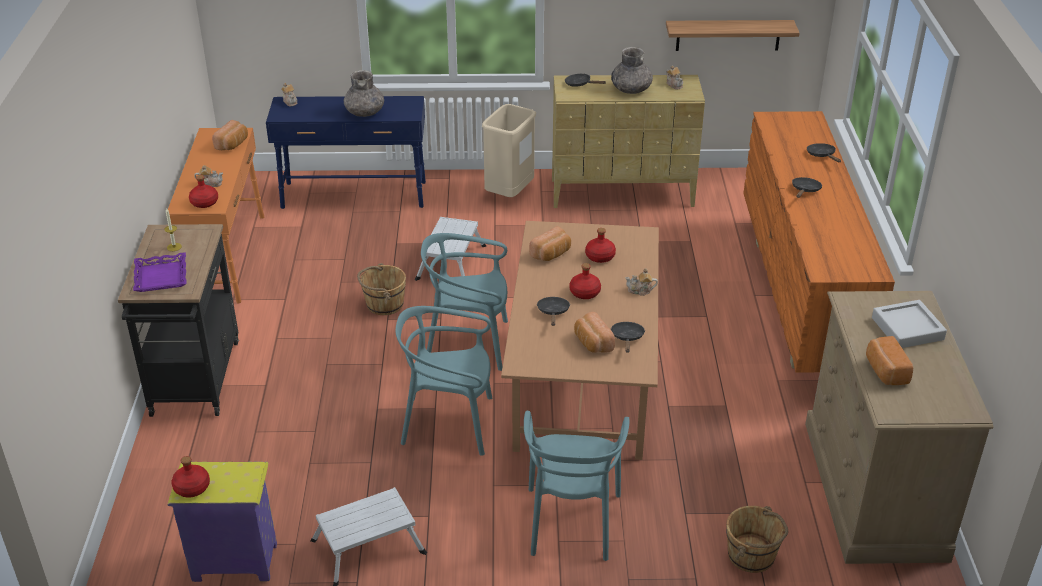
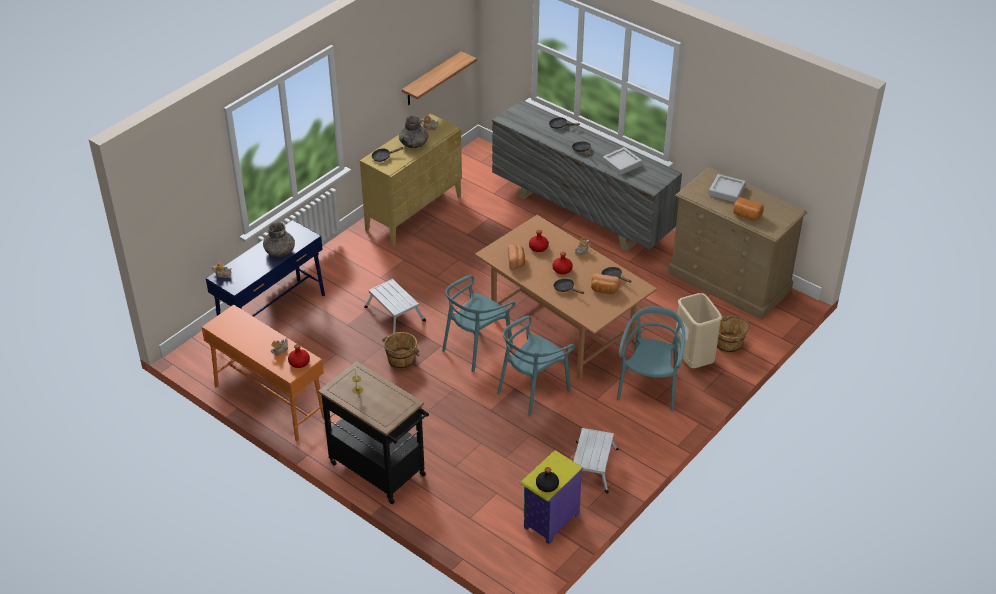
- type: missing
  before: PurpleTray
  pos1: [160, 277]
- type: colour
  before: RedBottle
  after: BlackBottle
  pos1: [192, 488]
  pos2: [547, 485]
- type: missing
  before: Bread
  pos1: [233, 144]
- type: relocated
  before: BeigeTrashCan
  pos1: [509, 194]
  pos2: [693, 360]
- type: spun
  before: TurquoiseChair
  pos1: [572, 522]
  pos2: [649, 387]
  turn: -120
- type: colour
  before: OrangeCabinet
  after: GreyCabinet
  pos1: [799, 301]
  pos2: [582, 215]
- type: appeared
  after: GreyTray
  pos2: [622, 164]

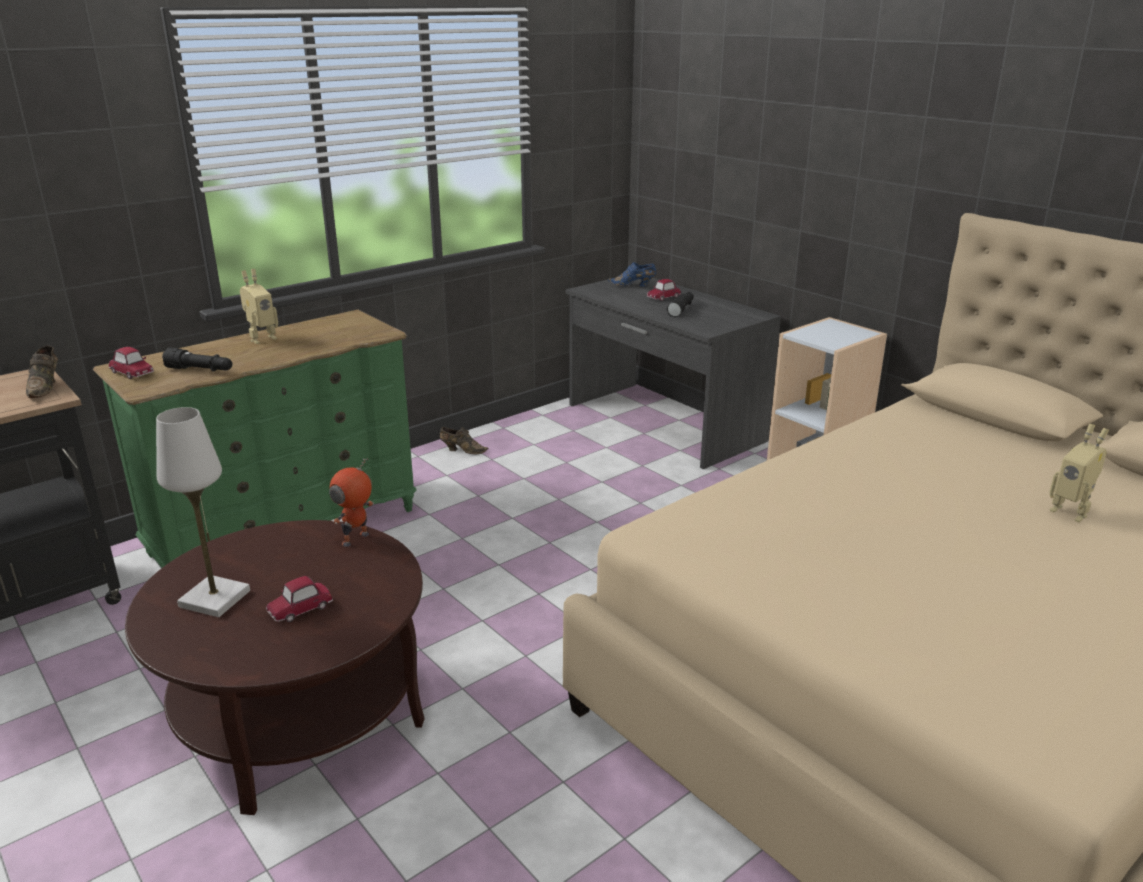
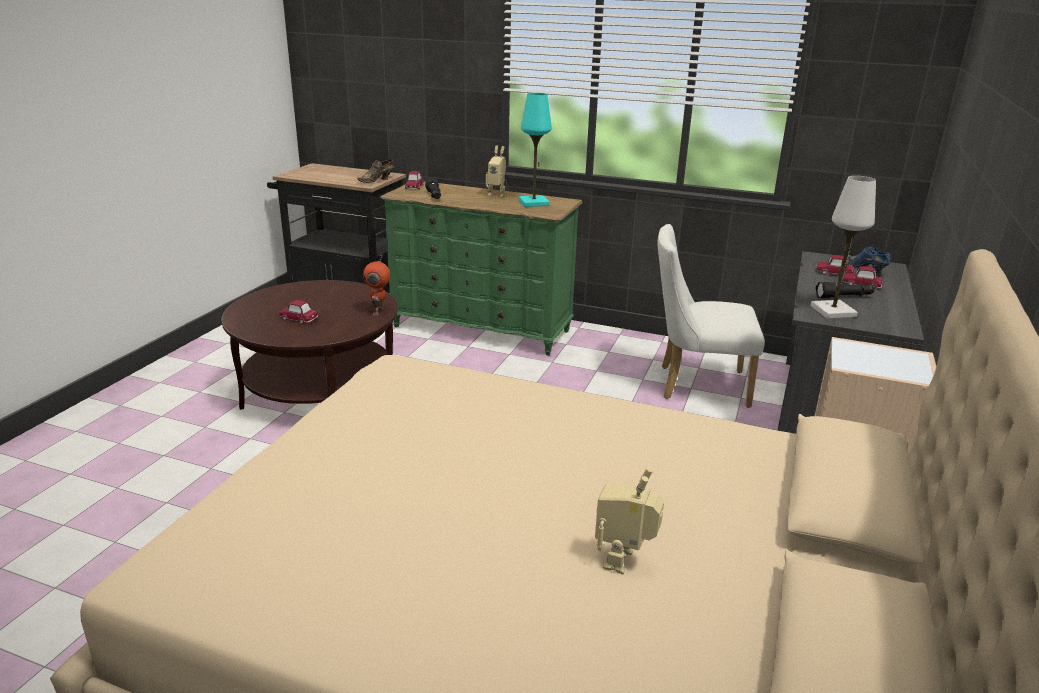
- type: relocated
  before: WhiteTableLamp
  pos1: [215, 599]
  pos2: [833, 311]
- type: spun
  before: ToyRobot
  pos1: [356, 540]
  pos2: [379, 311]
  turn: -90
- type: missing
  before: BrownShoe
  pos1: [462, 450]
- type: appeared
  after: TurquoiseTableLamp
  pos2: [534, 203]
- type: appeared
  after: WhiteChair
  pos2: [695, 385]
- type: appeared
  after: ToyCar
  pos2: [833, 273]

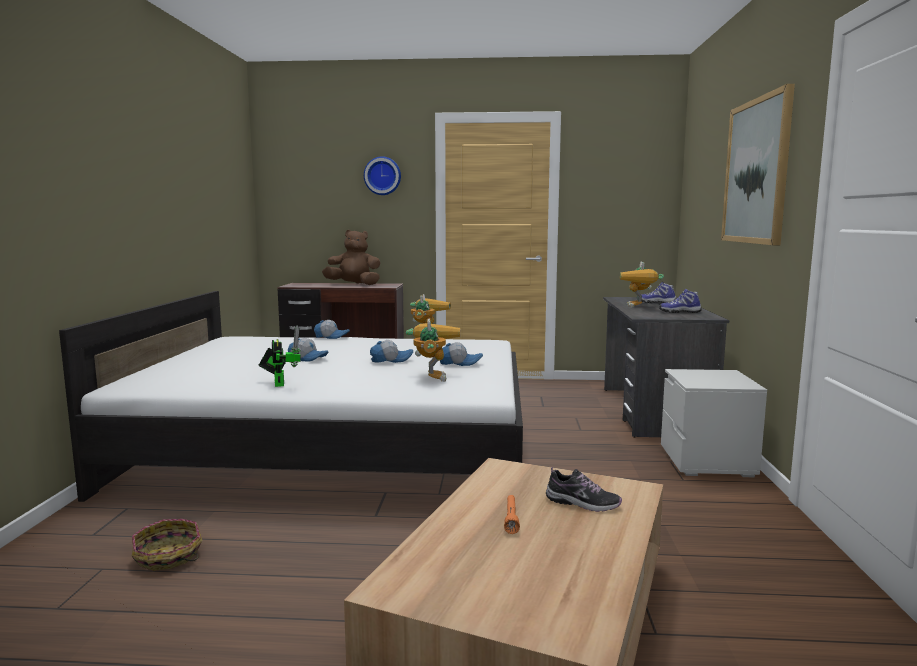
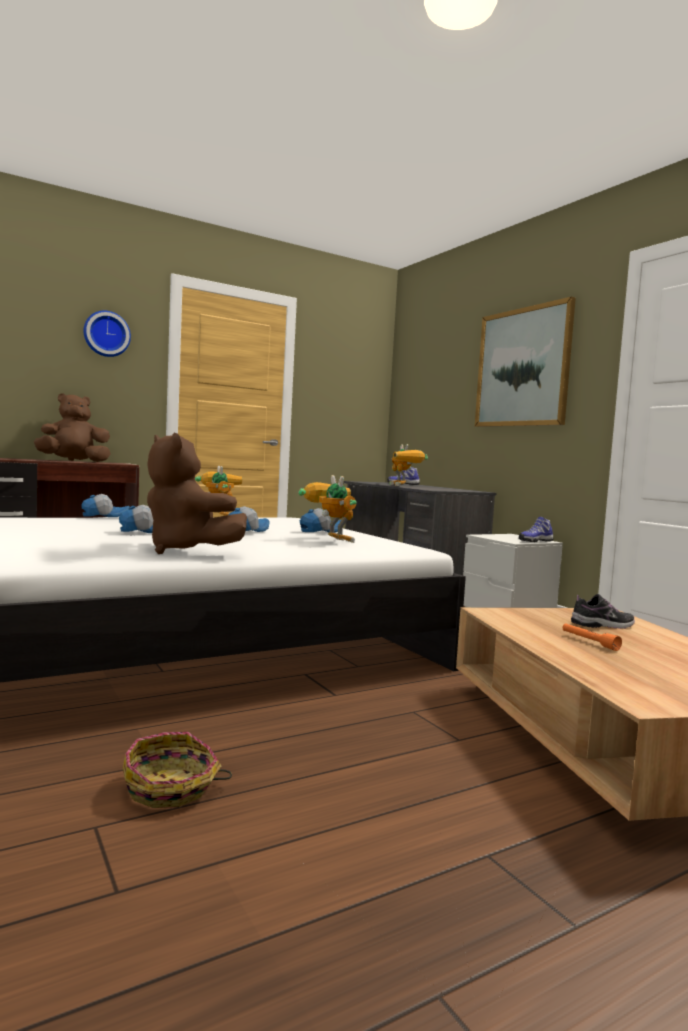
- type: exchanged
  before: ToyRobot
  after: BrownPlushToy
  pos1: [279, 383]
  pos2: [186, 551]
- type: relocated
  before: Shoe
  pos1: [679, 312]
  pos2: [534, 541]

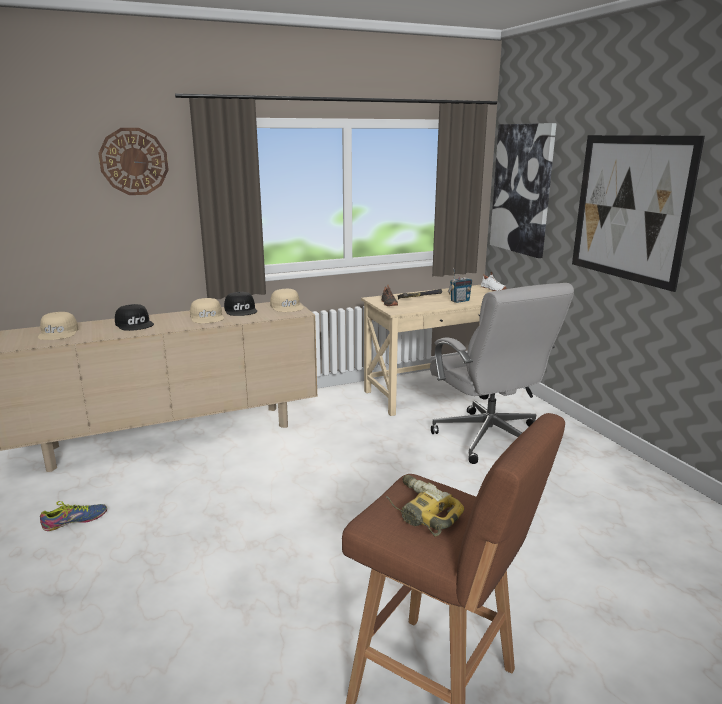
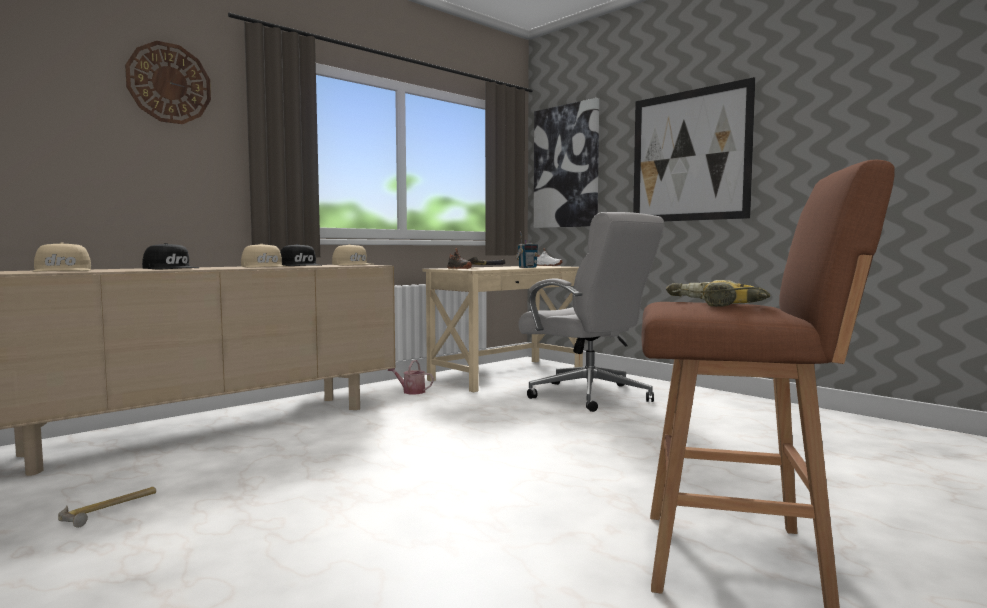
- type: exchanged
  before: Shoe
  after: Hammer
  pos1: [75, 520]
  pos2: [111, 510]
- type: appeared
  after: WateringCan
  pos2: [411, 391]

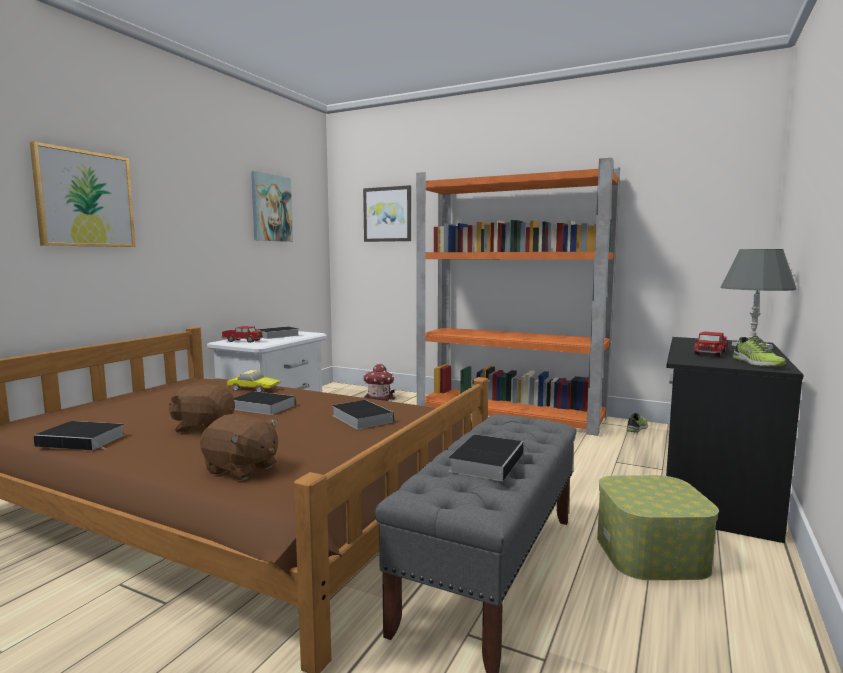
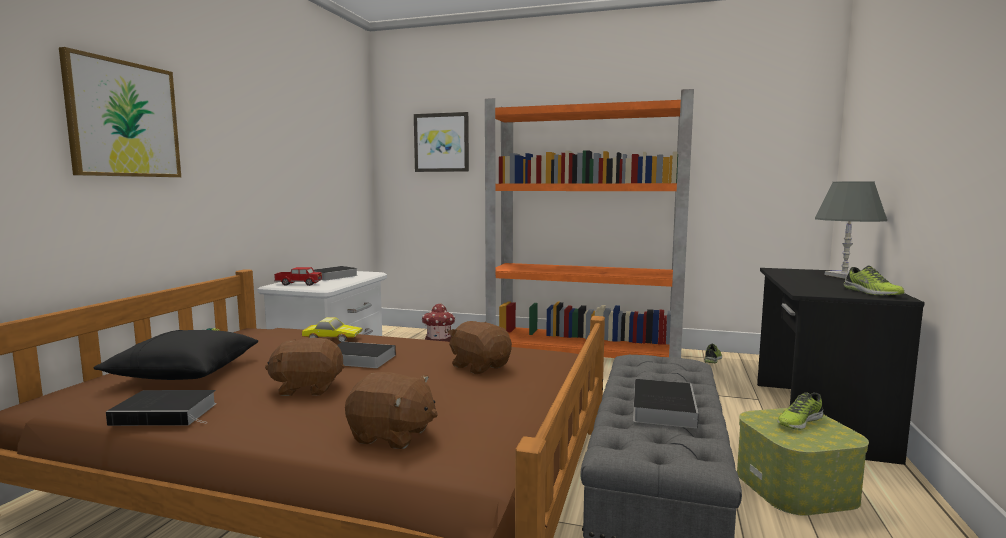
- type: missing
  before: Picture
  pos1: [271, 208]
- type: exchanged
  before: Book
  after: BrownPlushToy
  pos1: [360, 418]
  pos2: [480, 366]
- type: missing
  before: ToyTruck
  pos1: [711, 353]
- type: appeared
  after: BlackPillow
  pos2: [185, 373]
- type: appeared
  after: Shoe
  pos2: [799, 421]

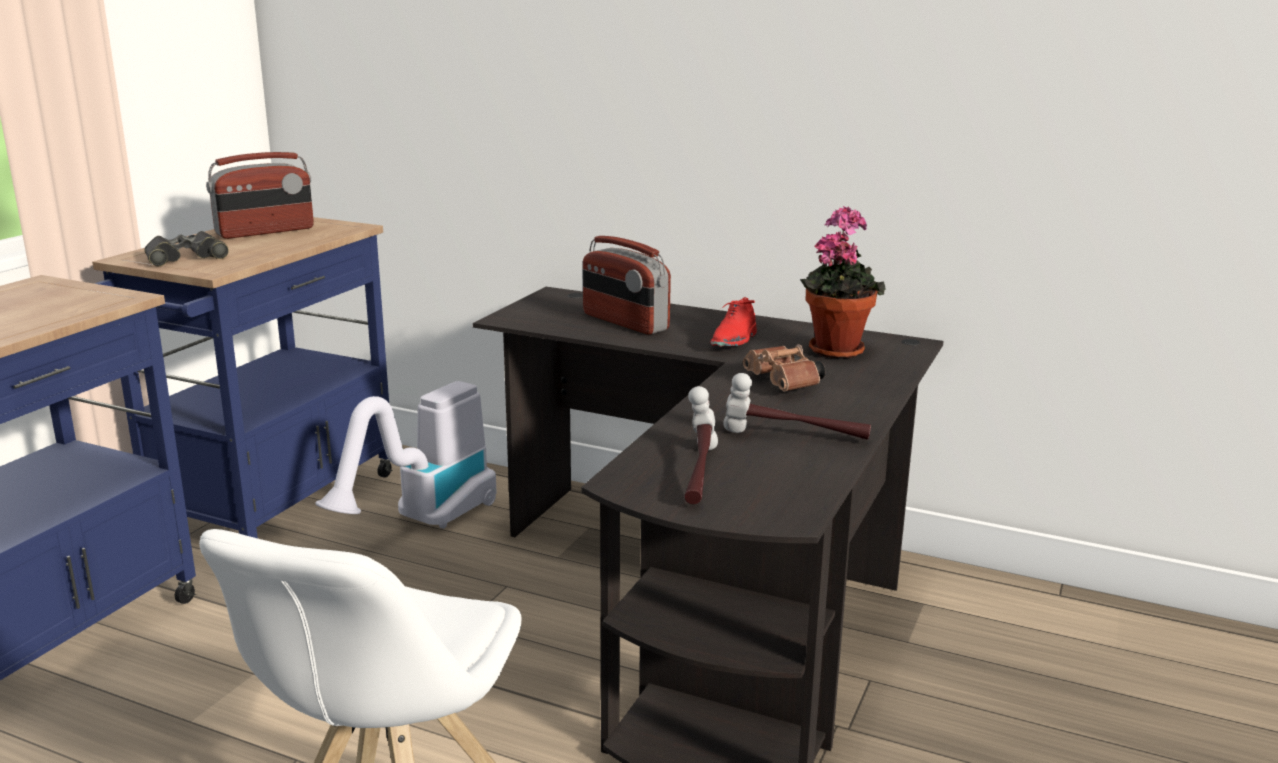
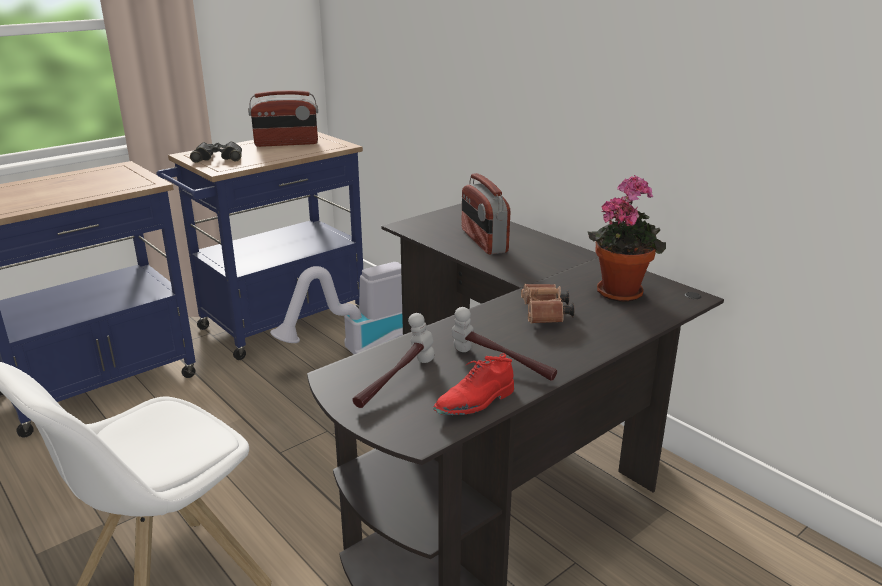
- type: relocated
  before: RedShoe
  pos1: [734, 342]
  pos2: [475, 403]

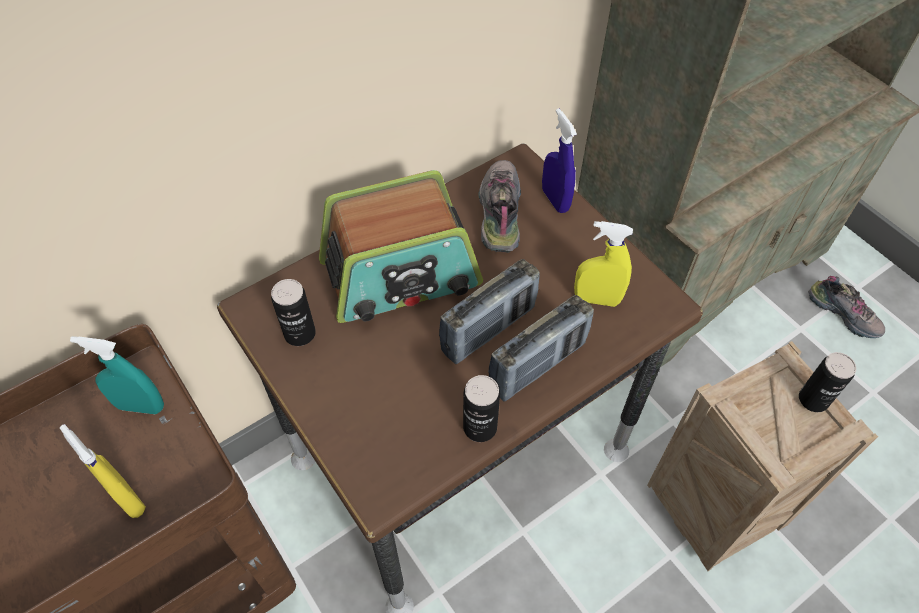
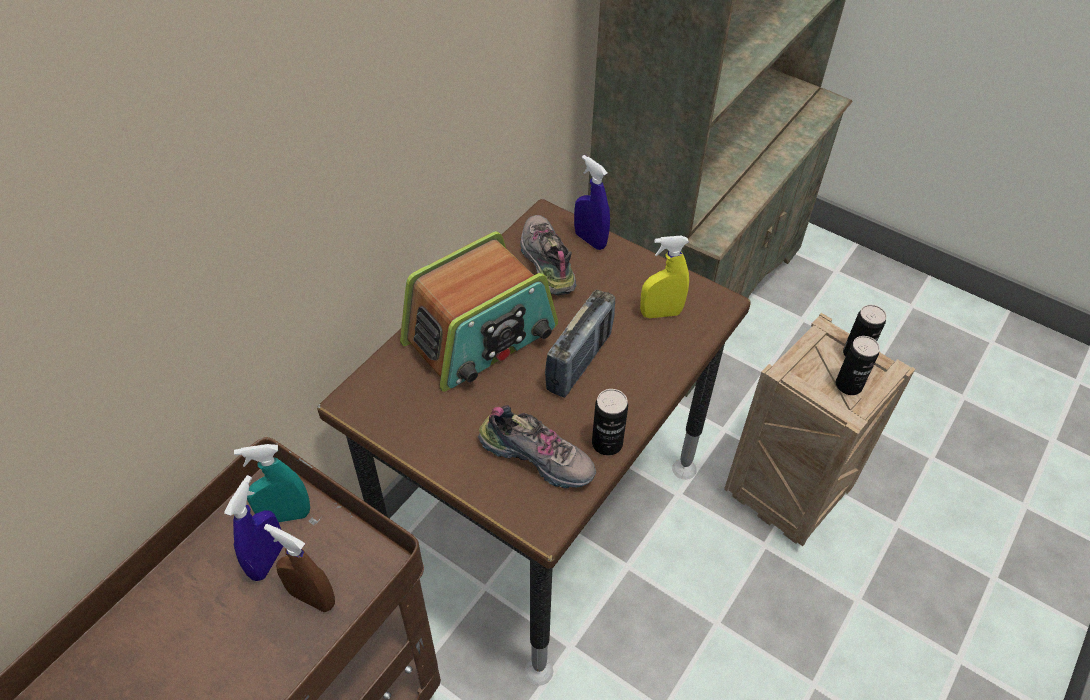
- type: colour
  before: YellowSprayBottle
  after: BrownSprayBottle
  pos1: [128, 498]
  pos2: [312, 598]
- type: relocated
  before: Can
  pos1: [300, 333]
  pos2: [848, 385]
- type: missing
  before: Radio
  pos1: [537, 365]
- type: relocated
  before: Shoe
  pos1: [844, 314]
  pos2: [539, 457]
- type: appeared
  after: BlueSprayBottle
  pos2: [268, 560]

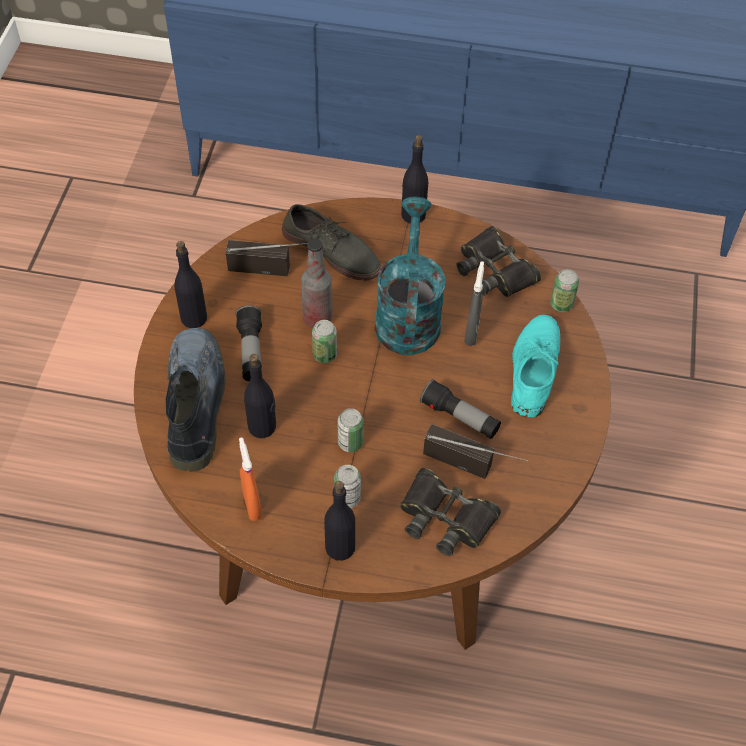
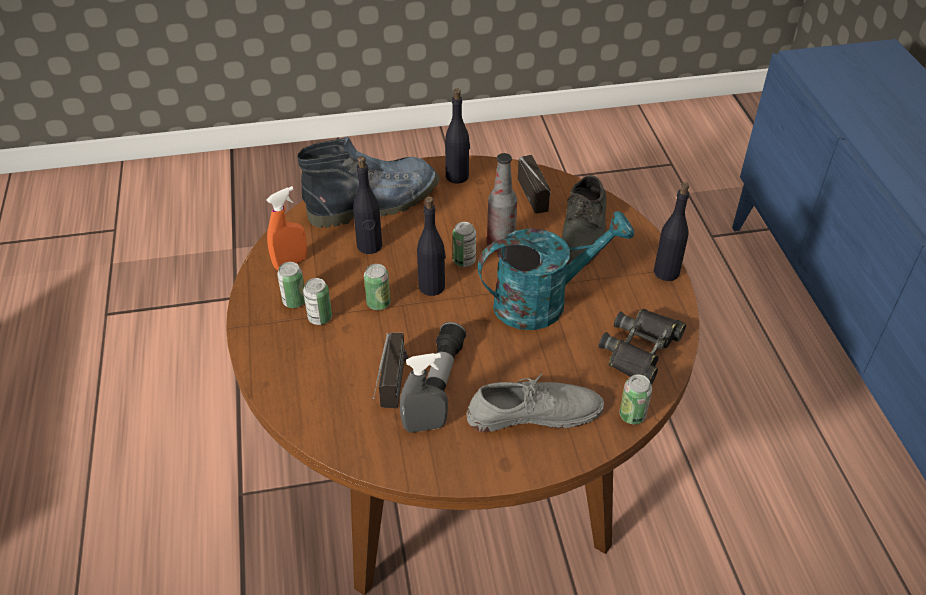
- type: missing
  before: Flashlight
  pos1: [251, 351]
- type: relocated
  before: BlackBottle
  pos1: [340, 547]
  pos2: [432, 286]
- type: missing
  before: BlackBinoculars
  pos1: [445, 517]
- type: relocated
  before: GreySprayBottle
  pos1: [471, 333]
  pos2: [425, 426]
- type: colour
  before: TurquoiseShoe
  after: GreyShoe
  pos1: [533, 368]
  pos2: [534, 412]
- type: appeared
  after: Can
  pos2: [294, 301]

